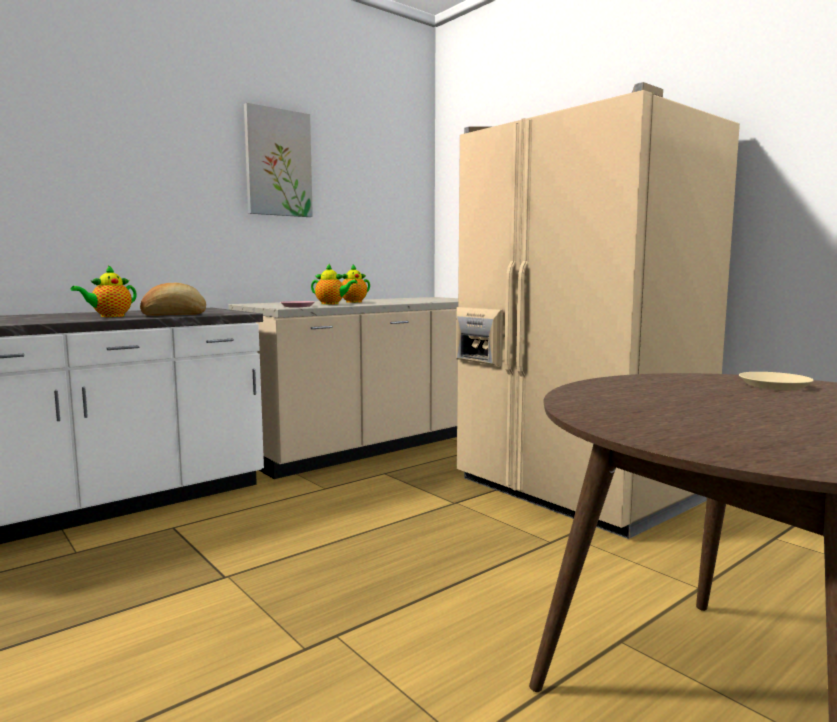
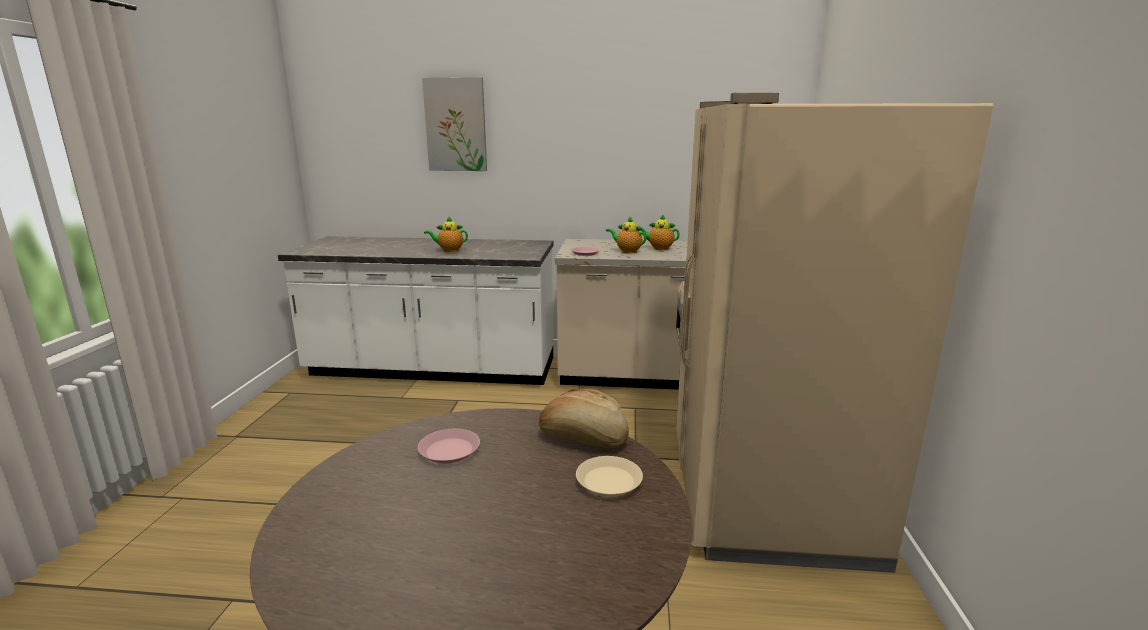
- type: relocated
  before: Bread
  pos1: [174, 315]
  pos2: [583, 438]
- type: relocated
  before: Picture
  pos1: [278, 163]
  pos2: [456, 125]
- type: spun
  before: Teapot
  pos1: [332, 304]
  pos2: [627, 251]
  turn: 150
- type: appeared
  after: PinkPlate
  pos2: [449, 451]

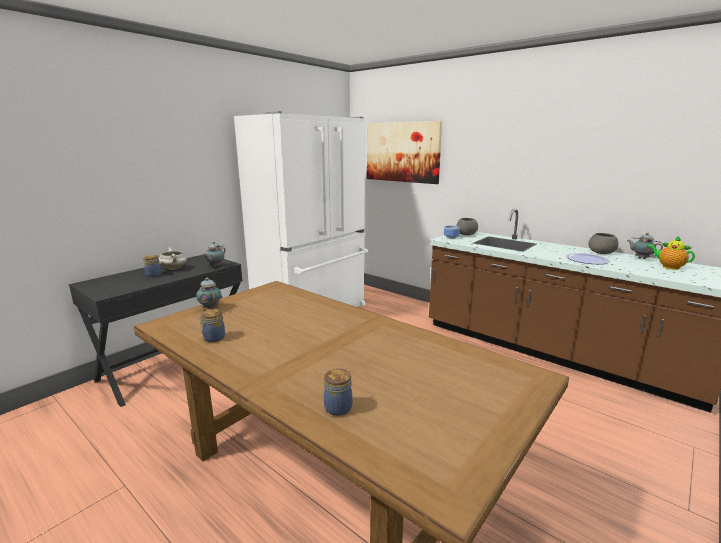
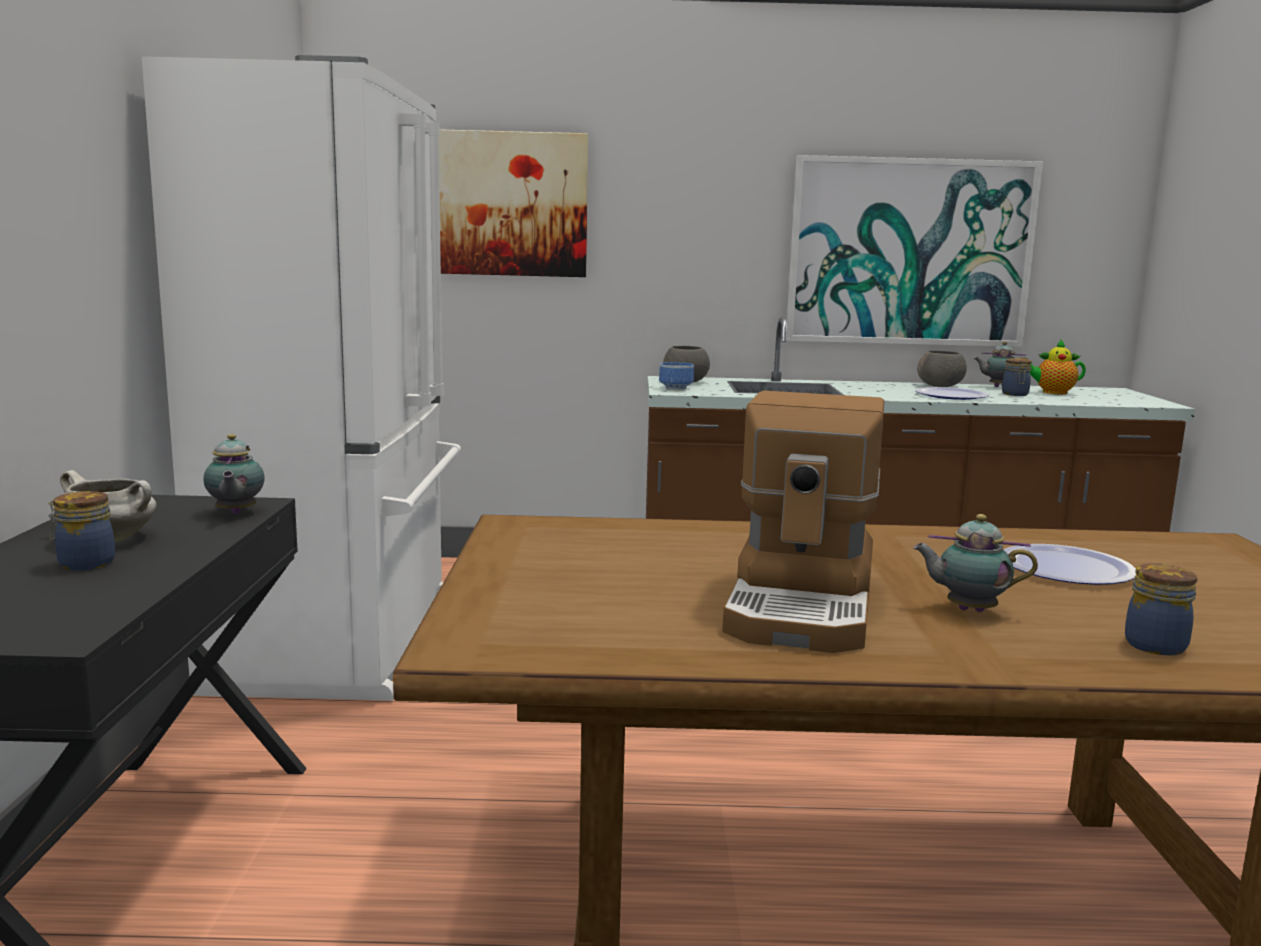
- type: relocated
  before: Teapot
  pos1: [210, 308]
  pos2: [967, 610]
- type: relocated
  before: Jar
  pos1: [213, 338]
  pos2: [1015, 394]
- type: appeared
  after: CoffeeMachine
  pos2: [804, 605]
- type: appeared
  after: Picture
  pos2: [909, 252]
- type: appeared
  after: Plate
  pos2: [1066, 568]

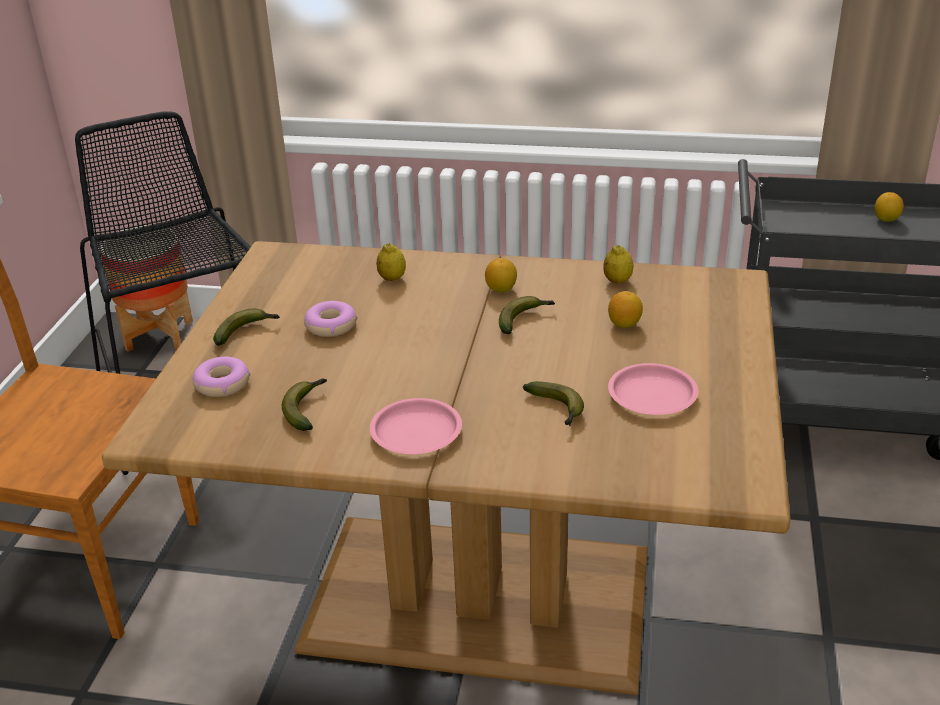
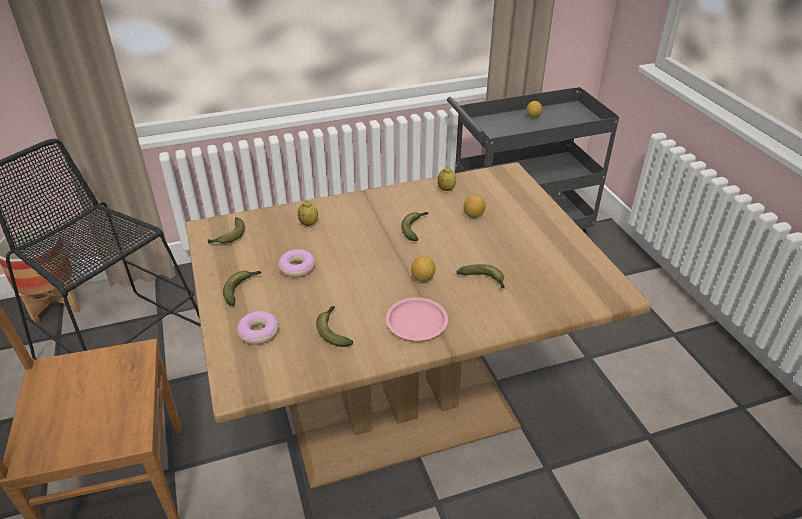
- type: relocated
  before: Lemon
  pos1: [501, 289]
  pos2: [423, 278]
- type: missing
  before: PinkPlate
  pos1: [652, 395]
- type: appeared
  after: Banana
  pos2: [229, 237]

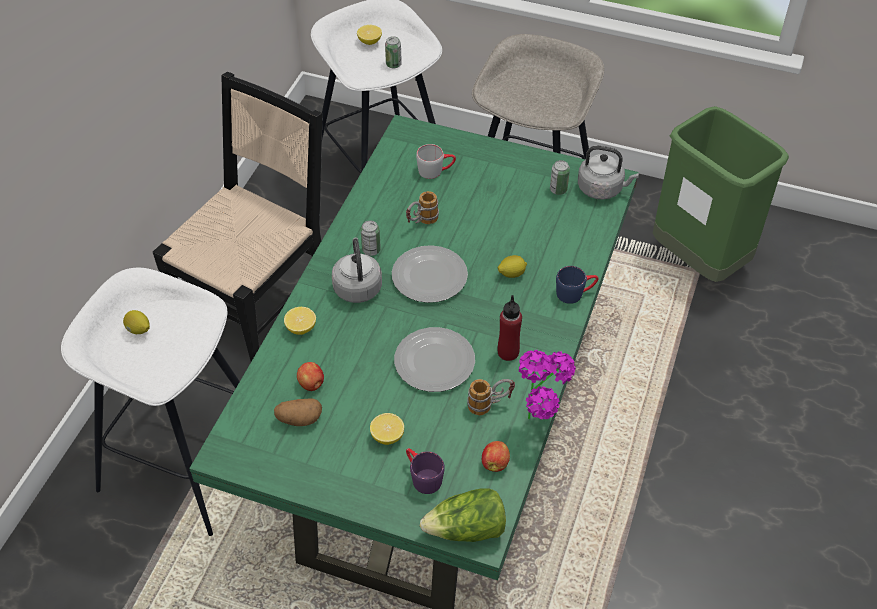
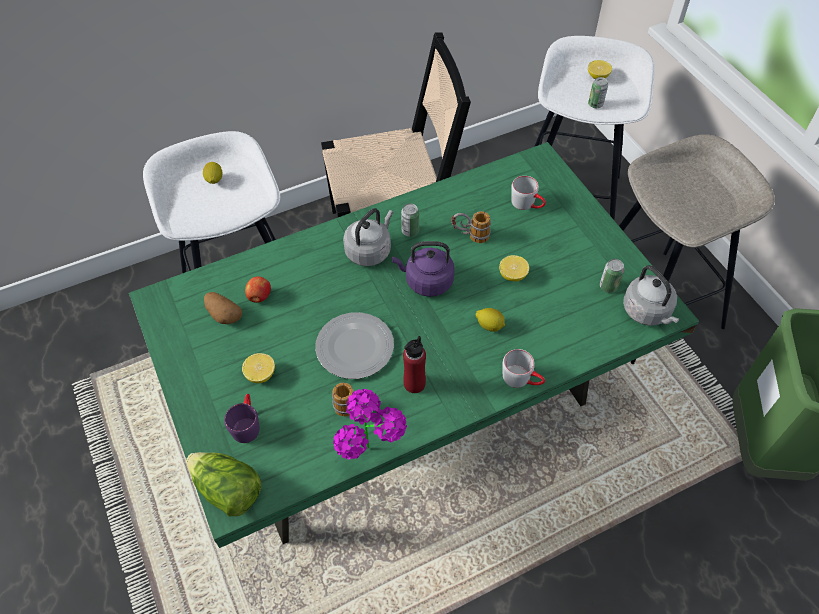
- type: relocated
  before: Lemon
  pos1: [301, 328]
  pos2: [512, 275]
- type: exchanged
  before: Plate
  after: PurpleKettle
  pos1: [429, 277]
  pos2: [426, 281]
- type: missing
  before: Apple
  pos1: [495, 463]
- type: colour
  before: BlueMug
  after: GreyMug
  pos1: [575, 293]
  pos2: [522, 379]

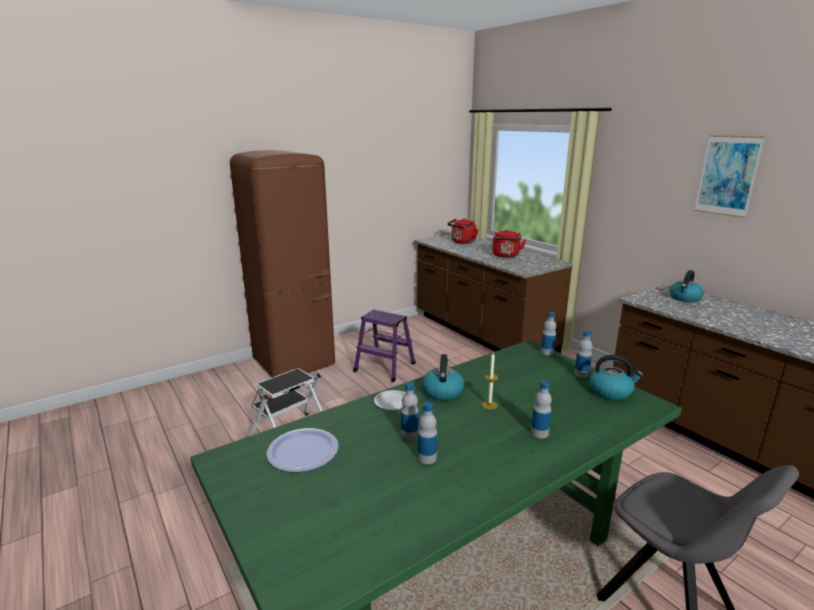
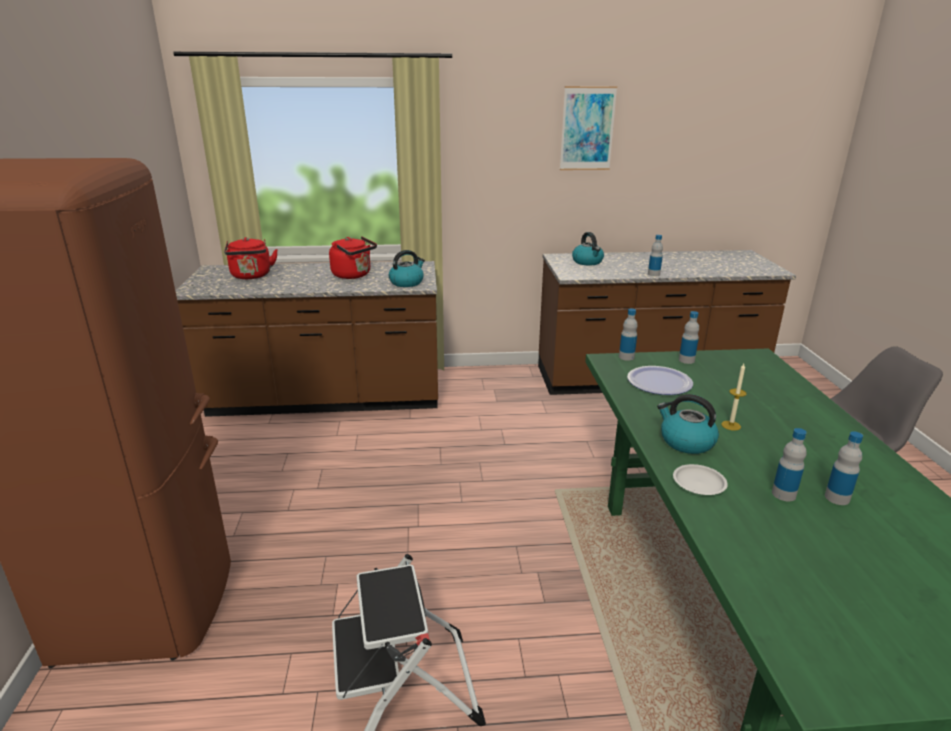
- type: relocated
  before: Plate
  pos1: [303, 451]
  pos2: [659, 382]
- type: missing
  before: PurpleStepLadder
  pos1: [384, 367]
- type: relocated
  before: Bottle
  pos1: [539, 433]
  pos2: [653, 274]
- type: relocated
  before: Kettle
  pos1: [611, 391]
  pos2: [407, 282]

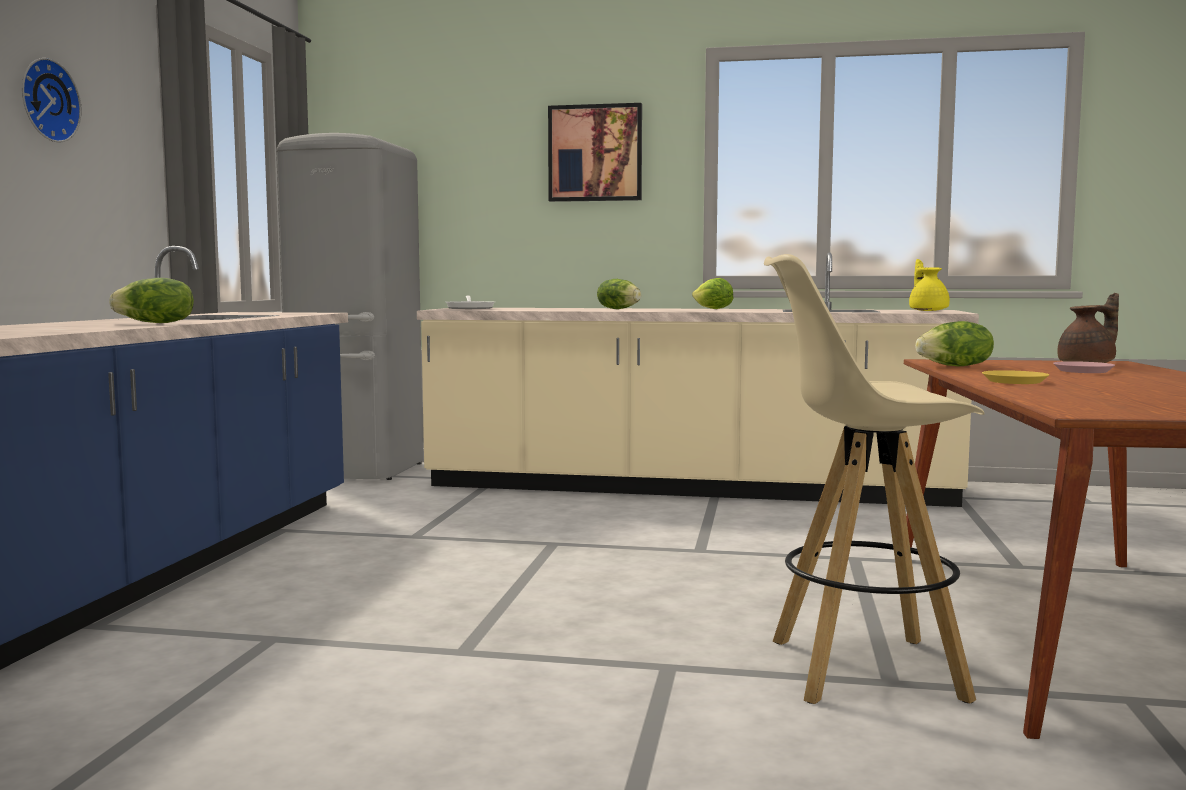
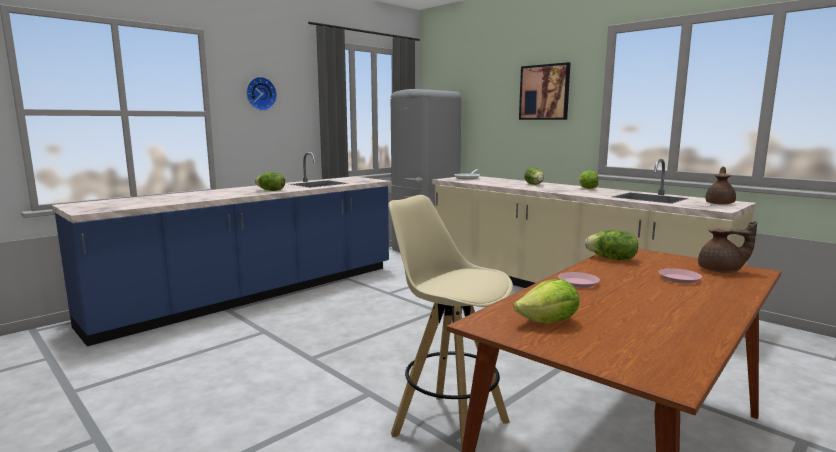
- type: colour
  before: YellowTeapot
  after: BrownTeapot
  pos1: [928, 310]
  pos2: [720, 203]
- type: colour
  before: YellowPlate
  after: PinkPlate
  pos1: [1015, 381]
  pos2: [578, 283]
- type: appeared
  after: Lettuce
  pos2: [549, 322]

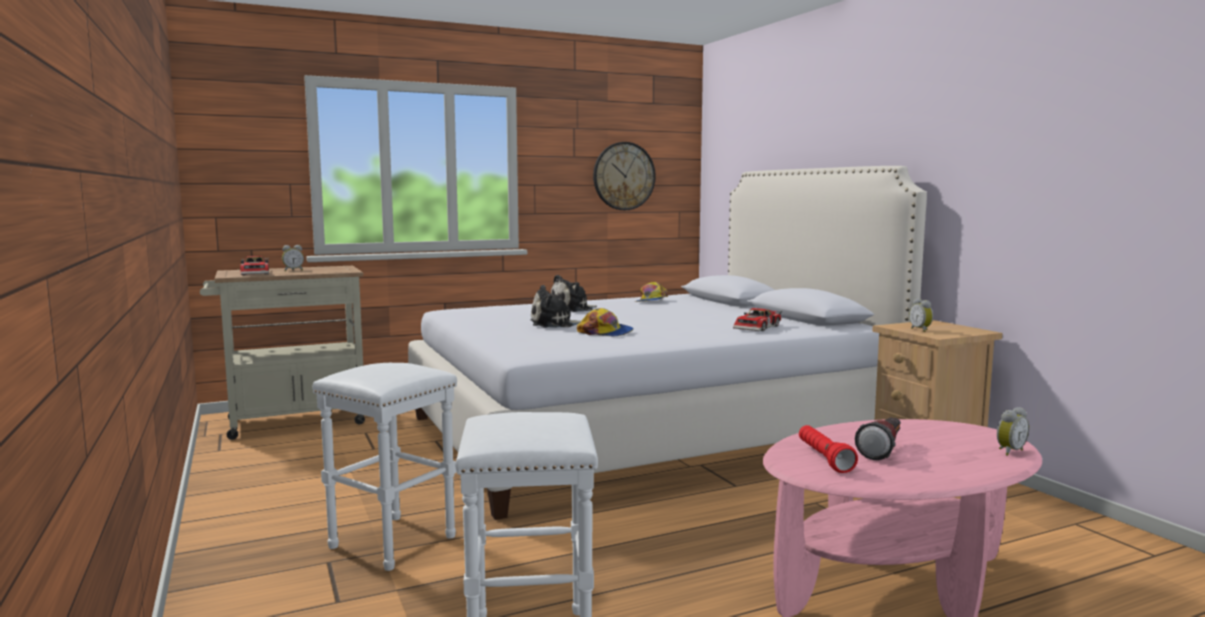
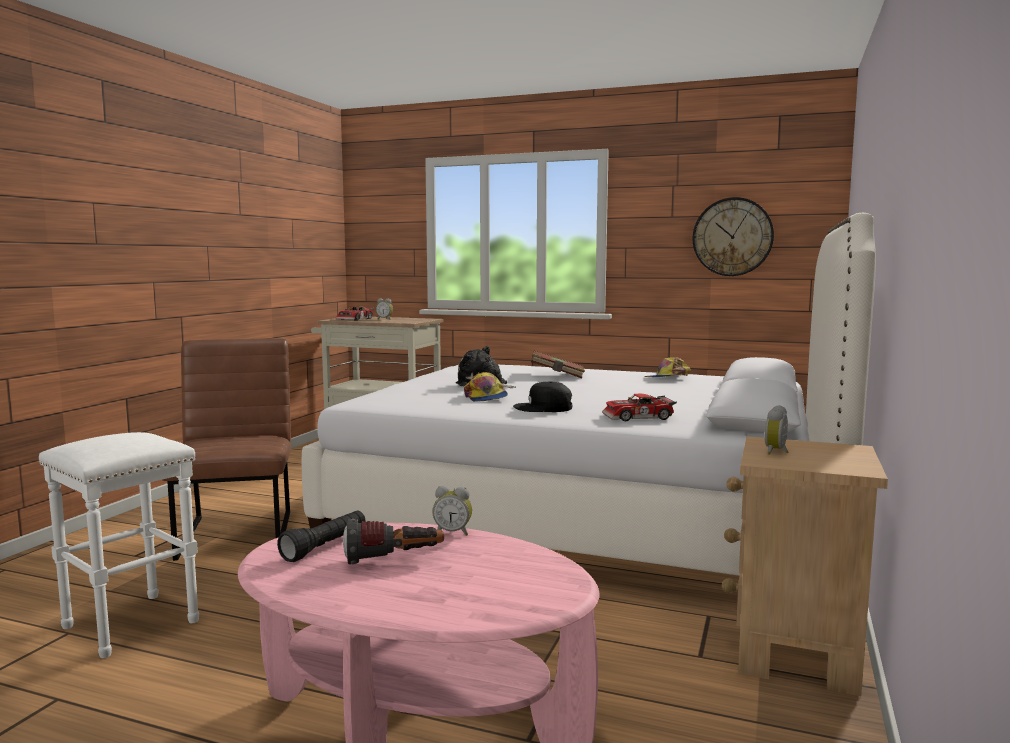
- type: exchanged
  before: WhiteStool
  after: BrownChair
  pos1: [393, 540]
  pos2: [238, 533]
- type: exchanged
  before: PlushToy
  after: BrownBook
  pos1: [573, 309]
  pos2: [557, 375]
- type: colour
  before: RedFlashlight
  after: BlackFlashlight
  pos1: [824, 459]
  pos2: [325, 547]
- type: relocated
  before: AlarmClock
  pos1: [1008, 451]
  pos2: [453, 532]
- type: appeared
  after: BlackCap
  pos2: [543, 408]

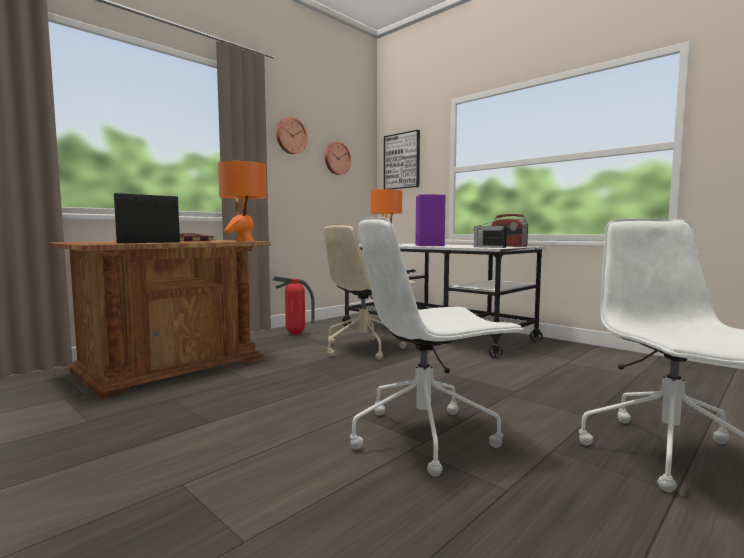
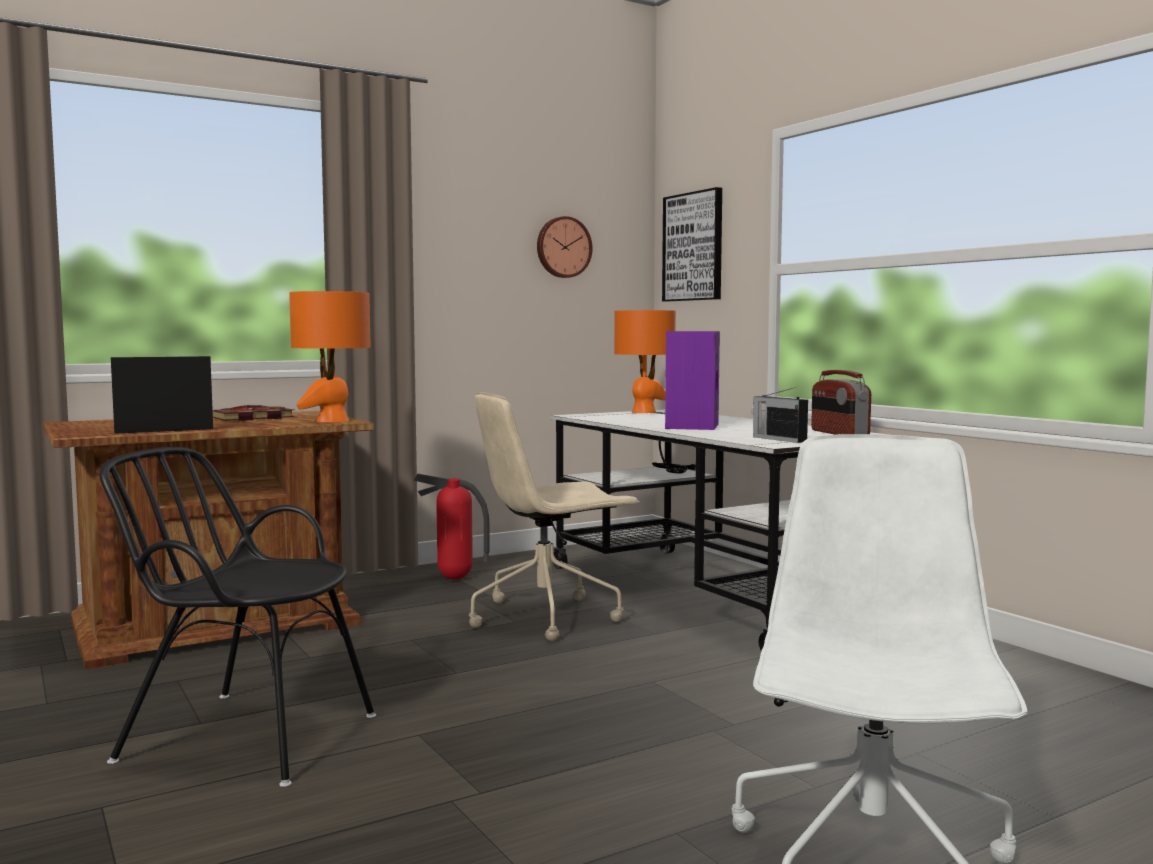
- type: missing
  before: WallClock
  pos1: [290, 136]
- type: missing
  before: WhiteOfficeChair
  pos1: [429, 436]
- type: appeared
  after: BlackChair
  pos2: [241, 735]

